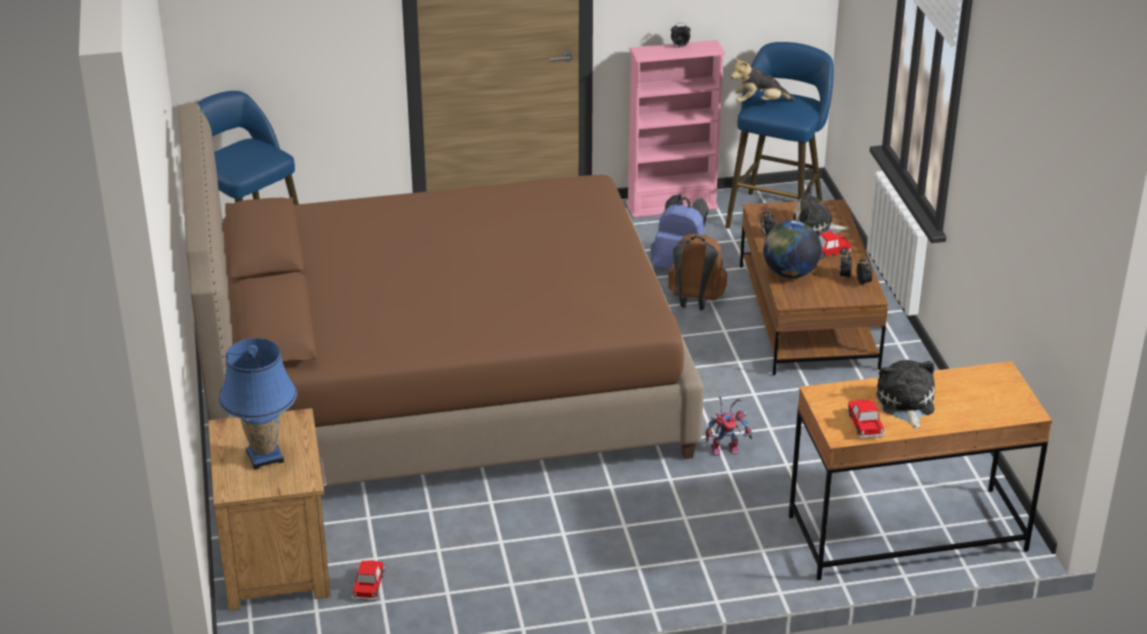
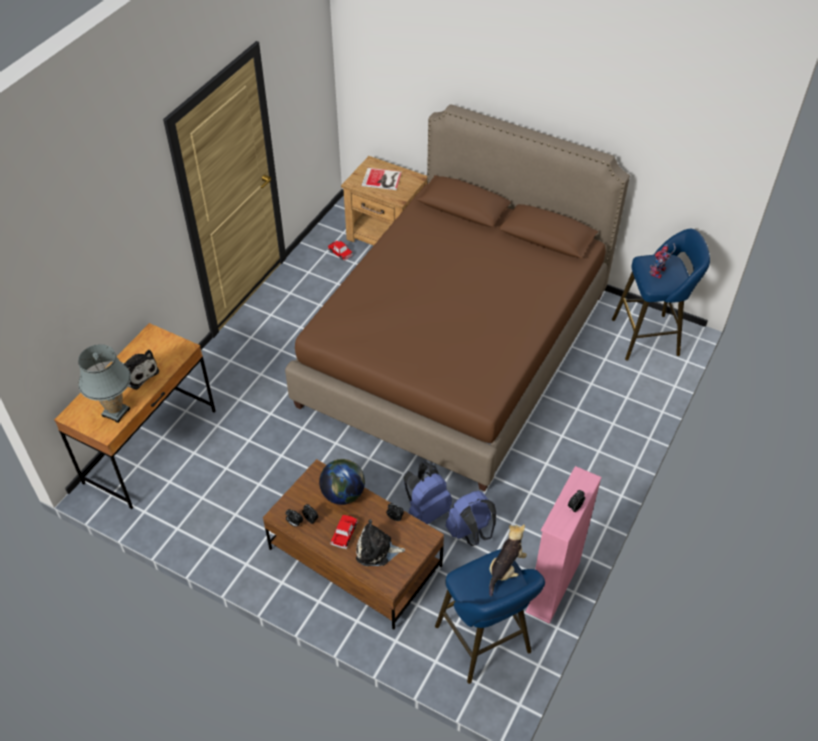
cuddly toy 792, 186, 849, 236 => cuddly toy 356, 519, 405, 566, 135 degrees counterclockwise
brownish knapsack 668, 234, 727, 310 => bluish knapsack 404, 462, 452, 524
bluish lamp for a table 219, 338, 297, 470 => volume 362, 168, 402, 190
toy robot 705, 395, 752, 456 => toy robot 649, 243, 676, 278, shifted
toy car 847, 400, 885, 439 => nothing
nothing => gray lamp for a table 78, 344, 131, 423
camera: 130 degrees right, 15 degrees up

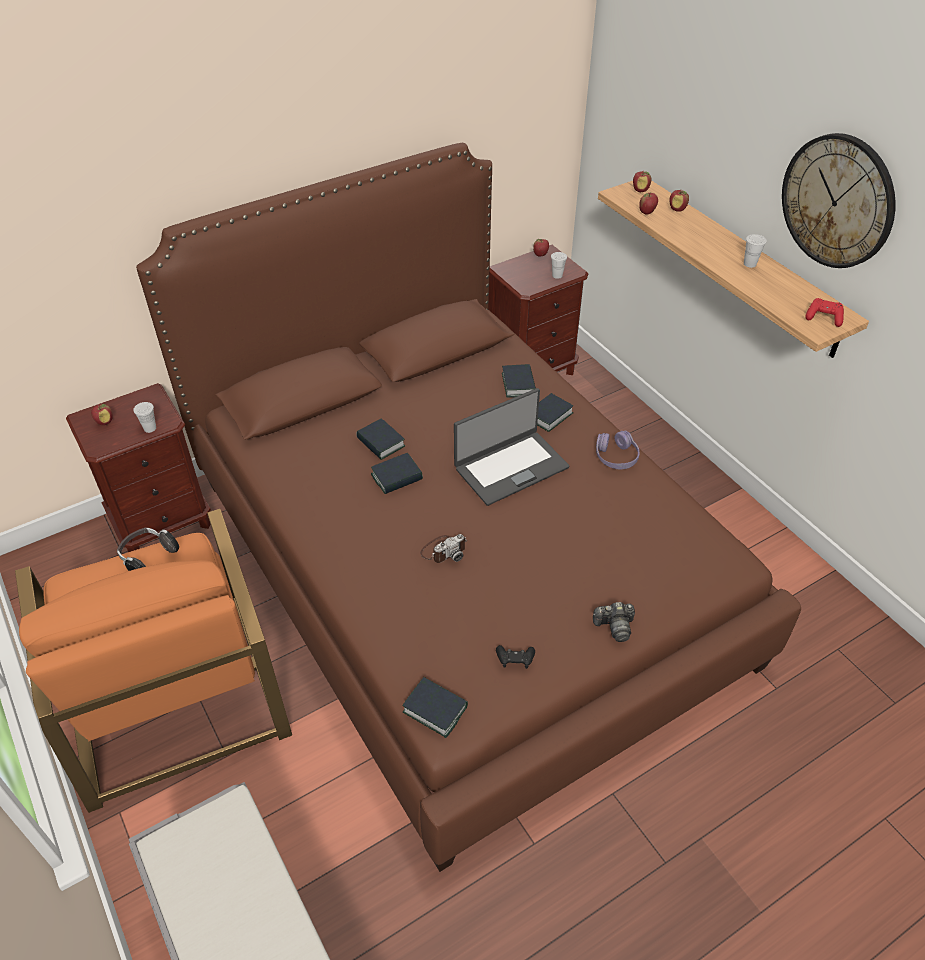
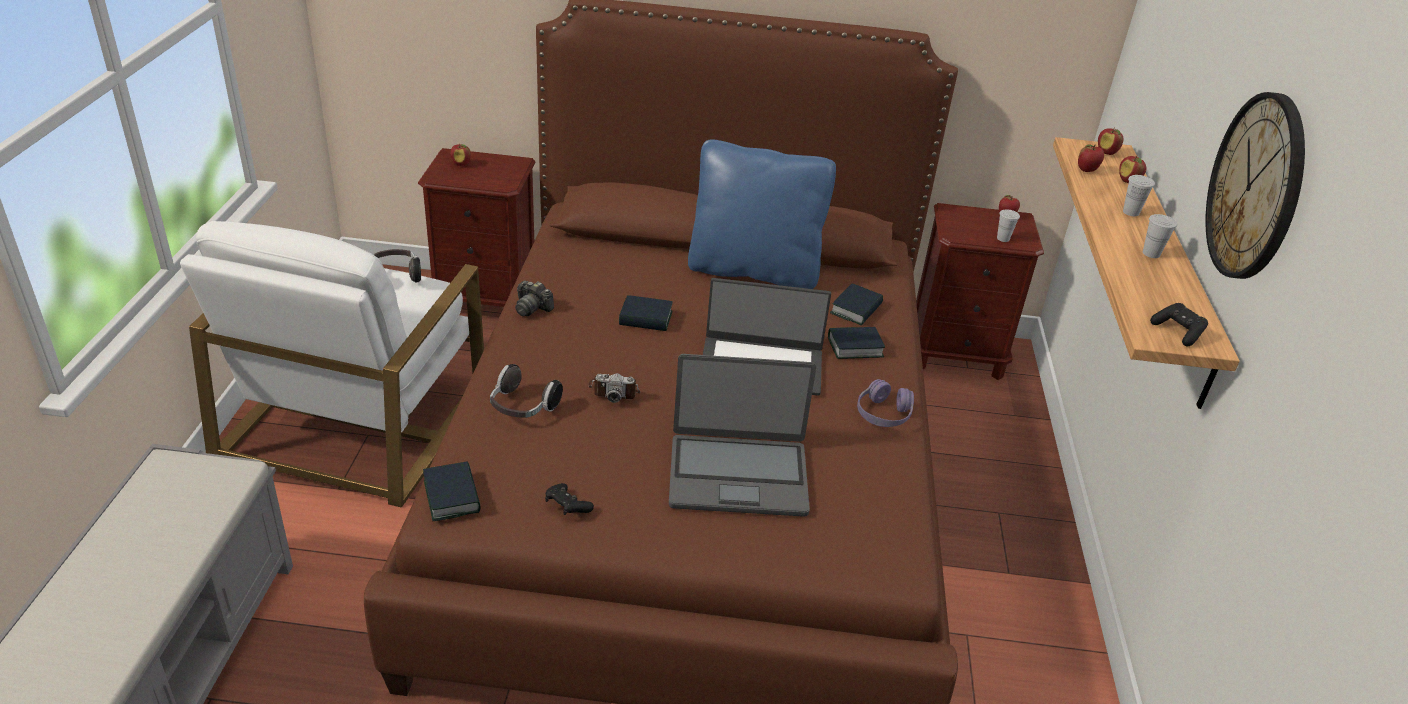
red game controller 805, 298, 844, 327 => black game controller 1150, 303, 1208, 346
white drinking cup 133, 402, 156, 433 => white drinking cup 1123, 175, 1155, 216, shifted
volume 356, 419, 405, 460 => nothing
orange-coloured lounge chair 15, 509, 292, 813 => white lounge chair 180, 221, 484, 508
still camera 593, 602, 635, 642 => still camera 515, 281, 554, 316, shifted
nothing => bluish throw pillow 688, 139, 836, 289
nothing => laptop 669, 354, 816, 517
nothing => headset 490, 364, 563, 418
camera: 35 degrees right, 10 degrees down

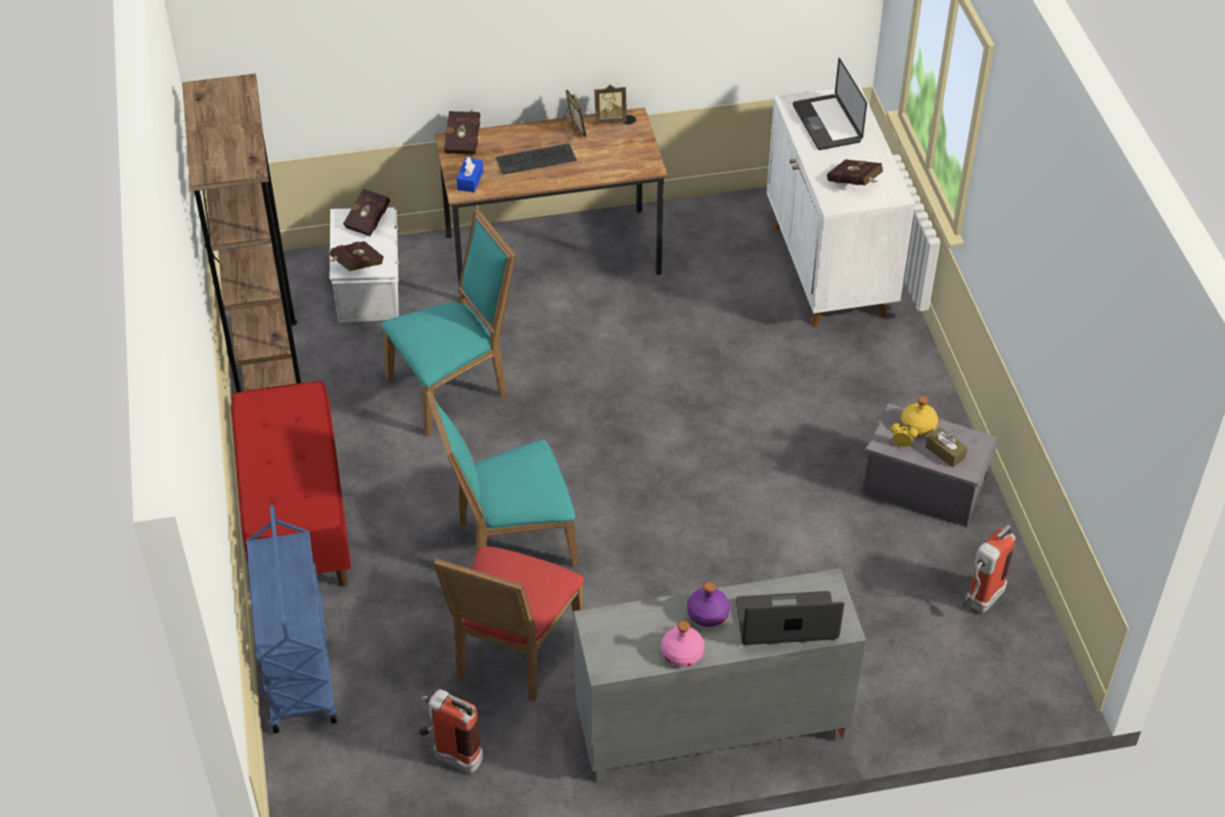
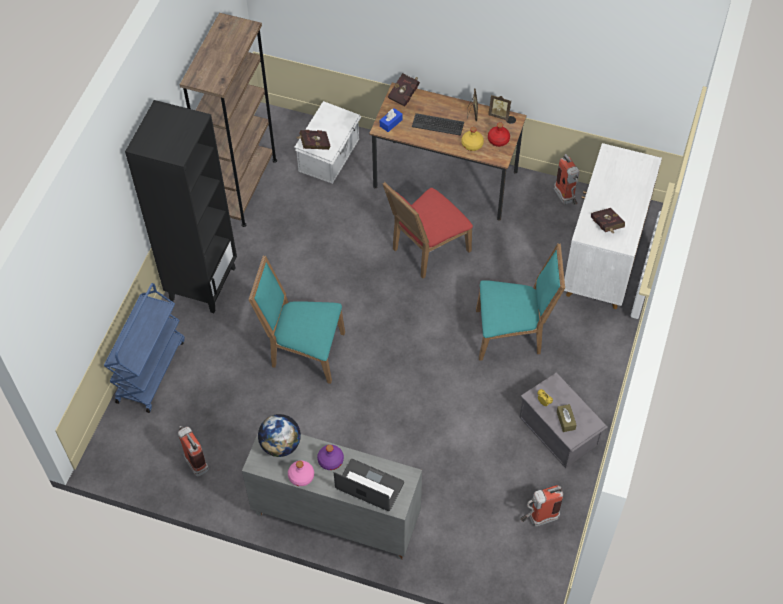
laptop 793, 58, 867, 150 => nothing
red volume 343, 189, 390, 236 => nothing
turquoise chair 382, 209, 516, 436 => turquoise chair 476, 243, 565, 361, shifted
red indoor bench 231, 381, 351, 586 => black bookcase 125, 100, 237, 313
yellow drink bottle 901, 396, 938, 436 => yellow drink bottle 461, 127, 484, 151, shifted
red chair 433, 546, 584, 702 => red chair 382, 182, 473, 279, shifted
nothing => red drink bottle 488, 122, 510, 147
nothing => extinguisher 554, 154, 579, 205
nothing => globe 258, 414, 301, 457
camera: 30 degrees right, 10 degrees up

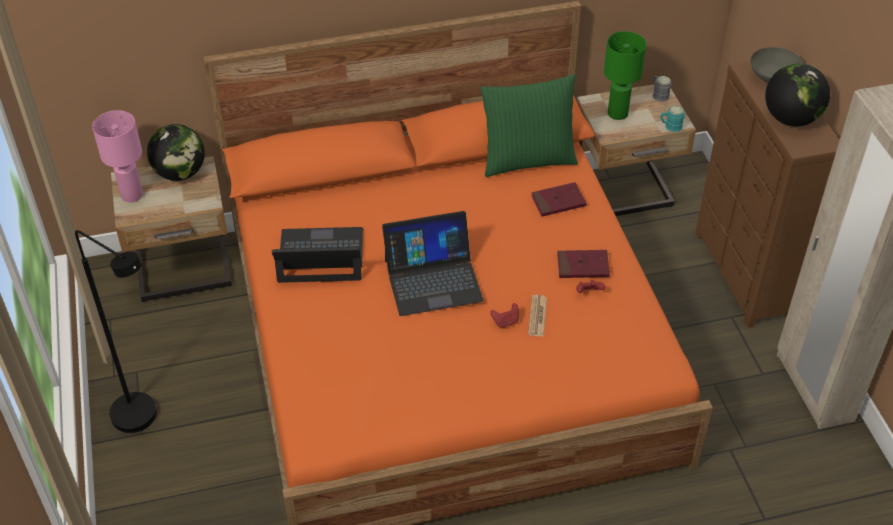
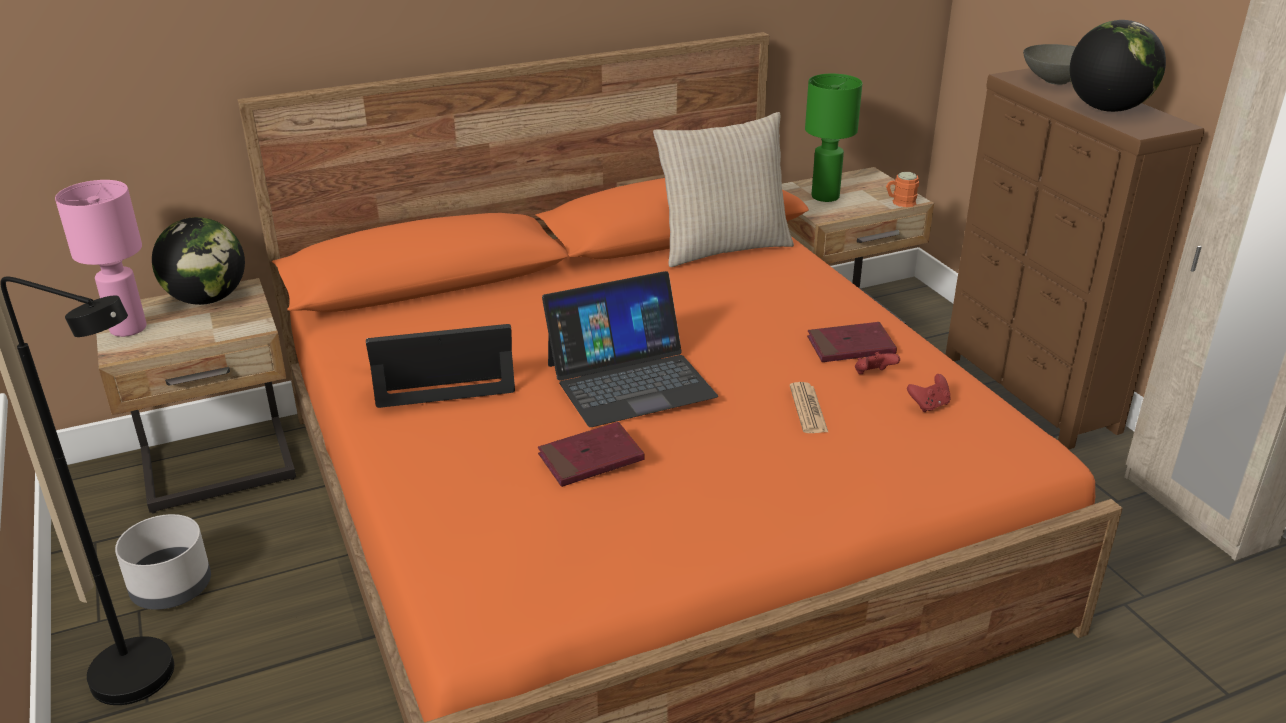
green throw pillow 480, 74, 578, 177 => beige-coloured throw pillow 653, 112, 794, 267
gray mug 653, 75, 671, 102 => nothing
turquoise mug 660, 106, 685, 132 => orange-coloured mug 886, 172, 919, 207
red volume 531, 182, 587, 217 => red volume 538, 422, 645, 487, shifted
red game controller 490, 303, 519, 328 => red game controller 907, 374, 951, 412, shifted
nothing => gray planter 115, 514, 211, 610
camera: 10 degrees left, 15 degrees down

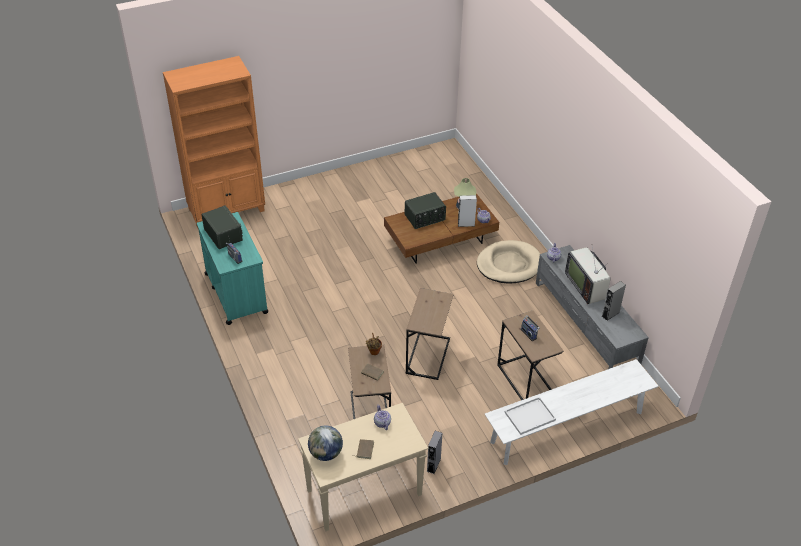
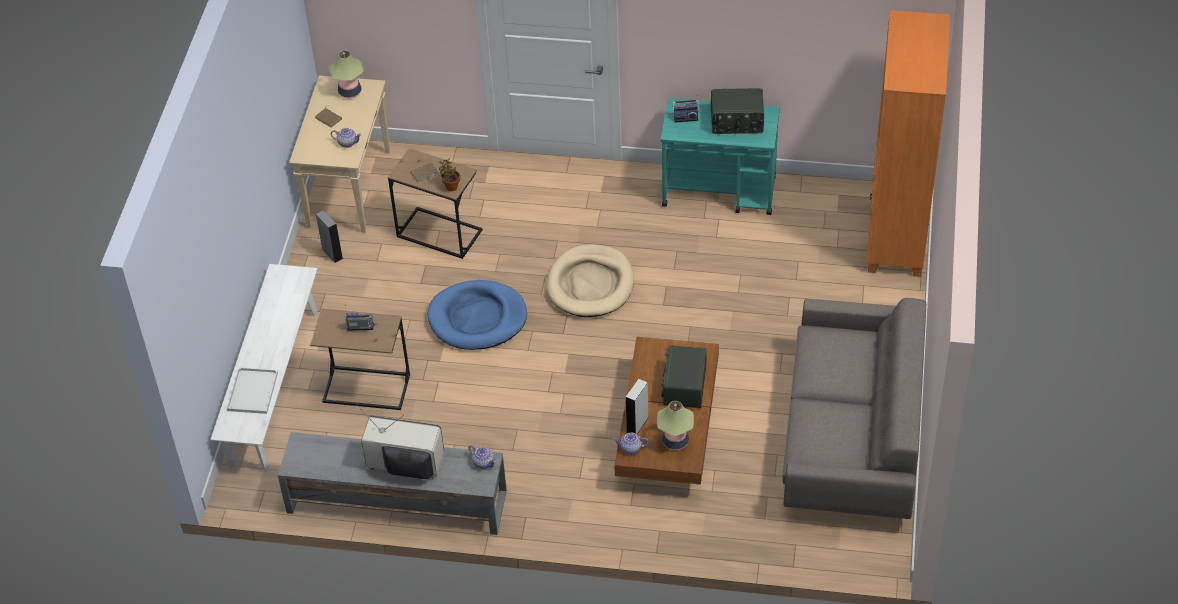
beige-coloured pet bed 477, 240, 540, 284 => beige-coloured pet bed 546, 244, 634, 317, shifted
gray speaker 601, 281, 626, 321 => nothing
brownish end table 406, 288, 454, 380 => bluish pet bed 427, 280, 527, 350
white tray 504, 397, 556, 435 => white tray 227, 367, 278, 414, shifted
globe 308, 425, 343, 461 => lamp for a table 329, 50, 364, 98
nothing => gray sofa 782, 298, 926, 519
camera: 125 degrees right, 5 degrees up

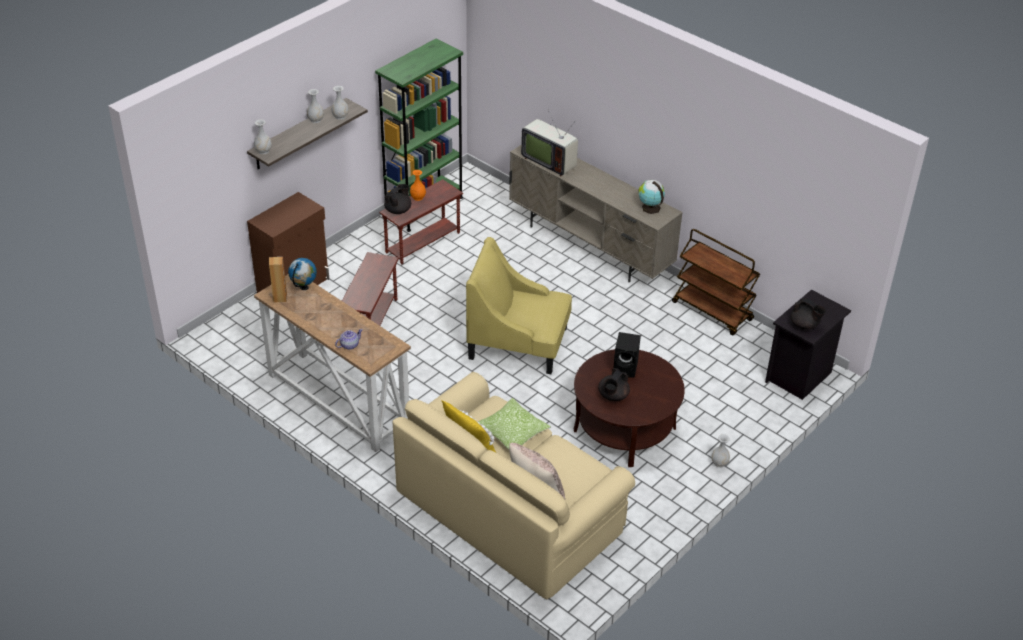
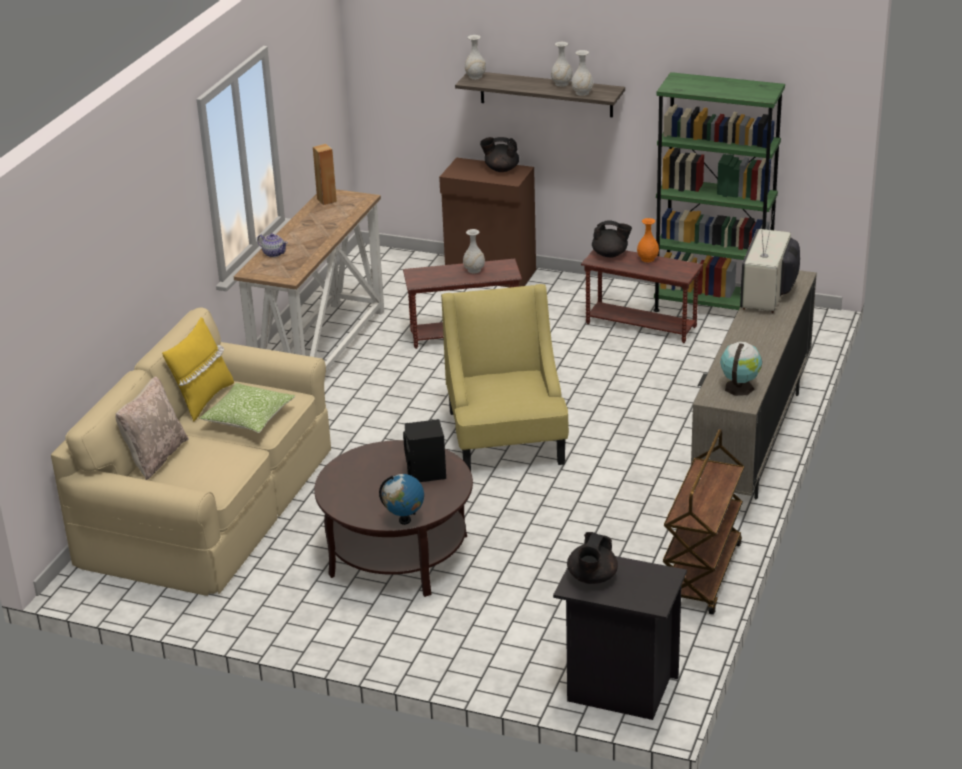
globe 288, 258, 317, 290 => globe 379, 474, 424, 525, shifted
black tea pot 598, 368, 630, 401 => black tea pot 480, 137, 519, 172, shifted
white flower vase 711, 434, 730, 467 => white flower vase 463, 229, 485, 273, shifted
camera: 70 degrees right, 10 degrees down

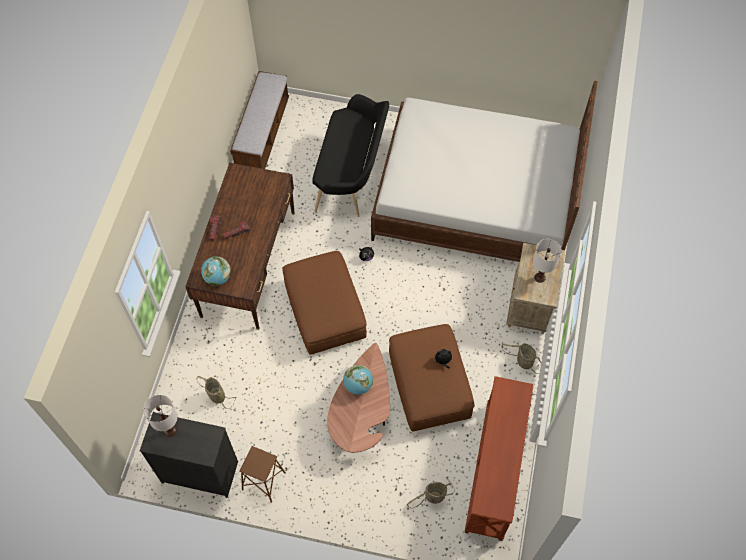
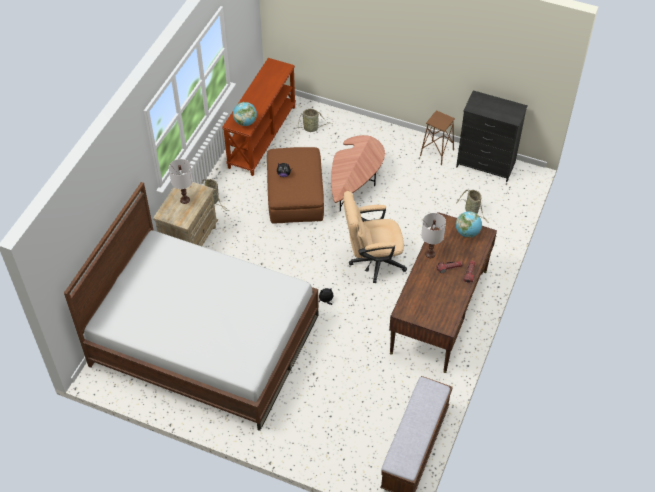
black indoor bench 312, 94, 389, 217 => nothing
brownish footrest 282, 251, 367, 355 => beige-coloured computer chair 343, 191, 407, 283
globe 343, 365, 373, 395 => globe 233, 102, 257, 126, shifted
white lamp for a table 144, 395, 178, 437 => white lamp for a table 421, 213, 446, 258, shifted
camera: 170 degrees left, 10 degrees down

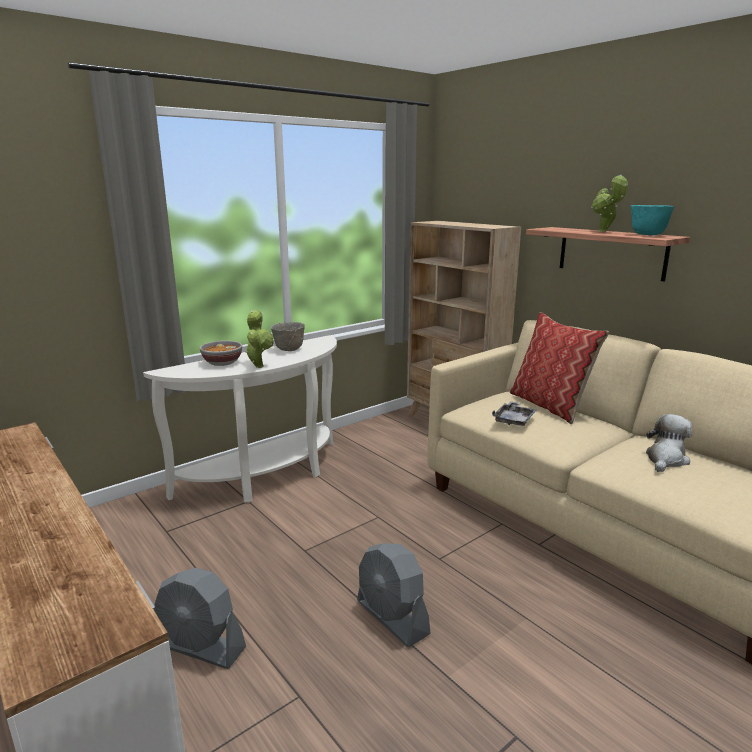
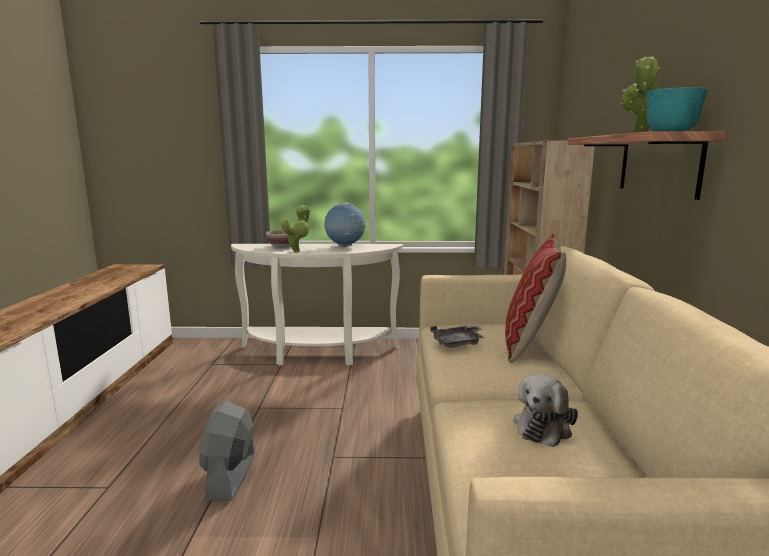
gray deep dish 271, 322, 305, 351 => globe 324, 202, 366, 247
cuddly toy 646, 414, 692, 472 => cuddly toy 513, 374, 578, 447, 135 degrees clockwise
gray cooling fan 154, 568, 246, 669 => nothing
camera: 40 degrees right, 5 degrees down

